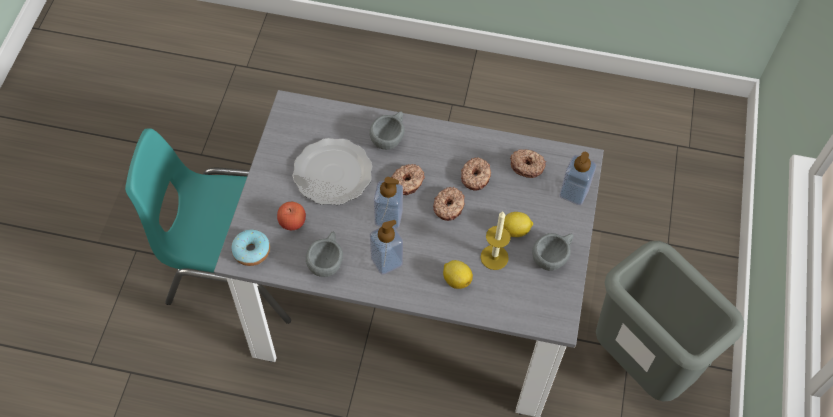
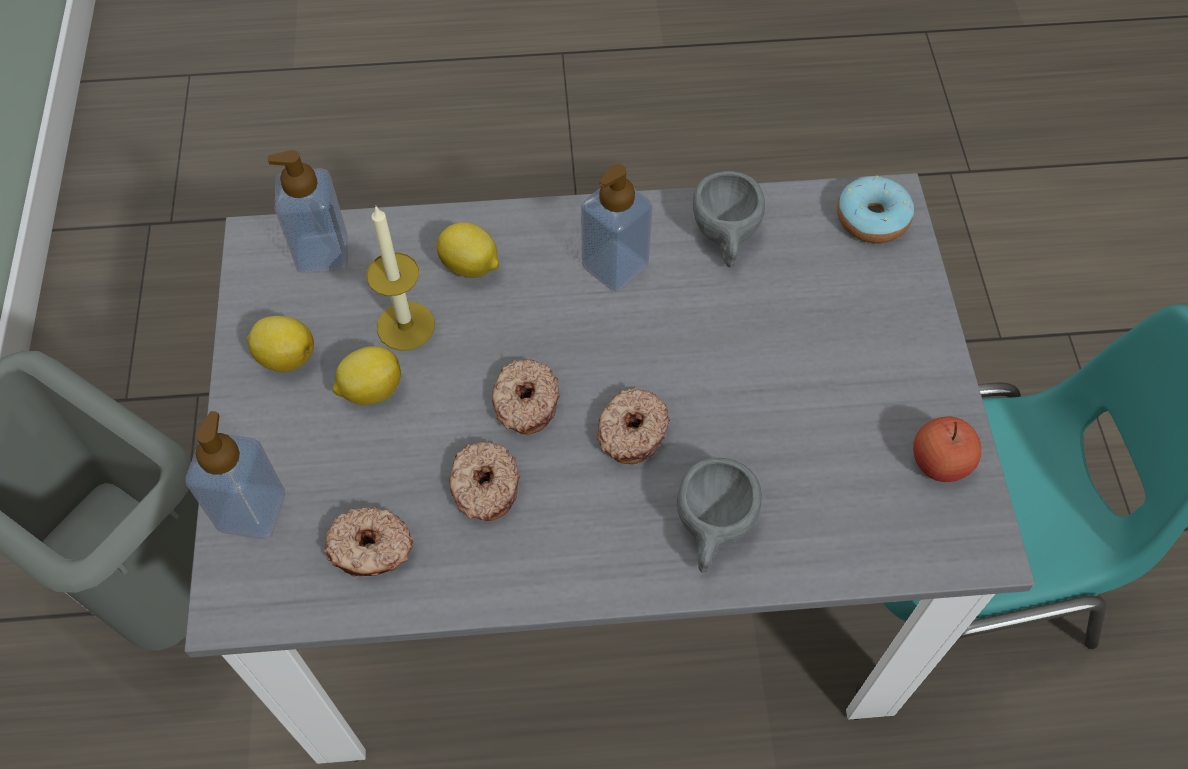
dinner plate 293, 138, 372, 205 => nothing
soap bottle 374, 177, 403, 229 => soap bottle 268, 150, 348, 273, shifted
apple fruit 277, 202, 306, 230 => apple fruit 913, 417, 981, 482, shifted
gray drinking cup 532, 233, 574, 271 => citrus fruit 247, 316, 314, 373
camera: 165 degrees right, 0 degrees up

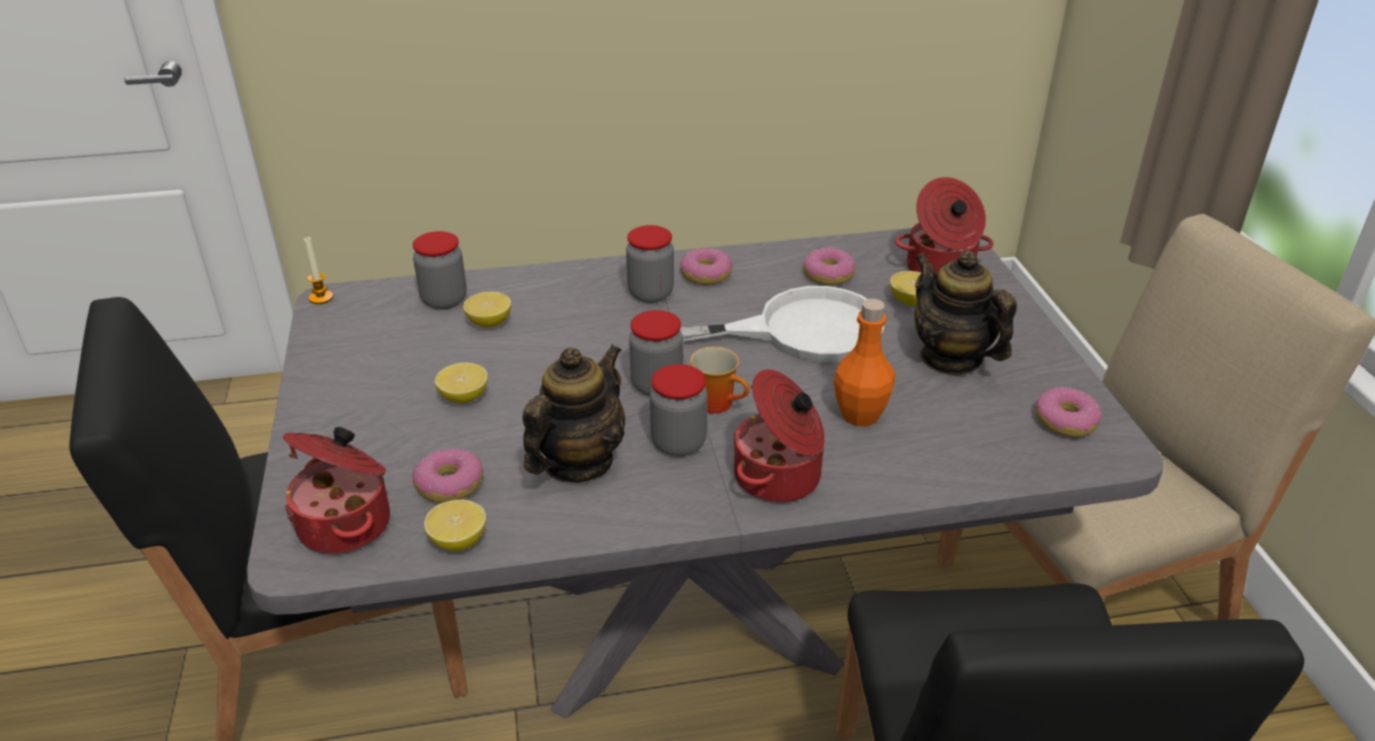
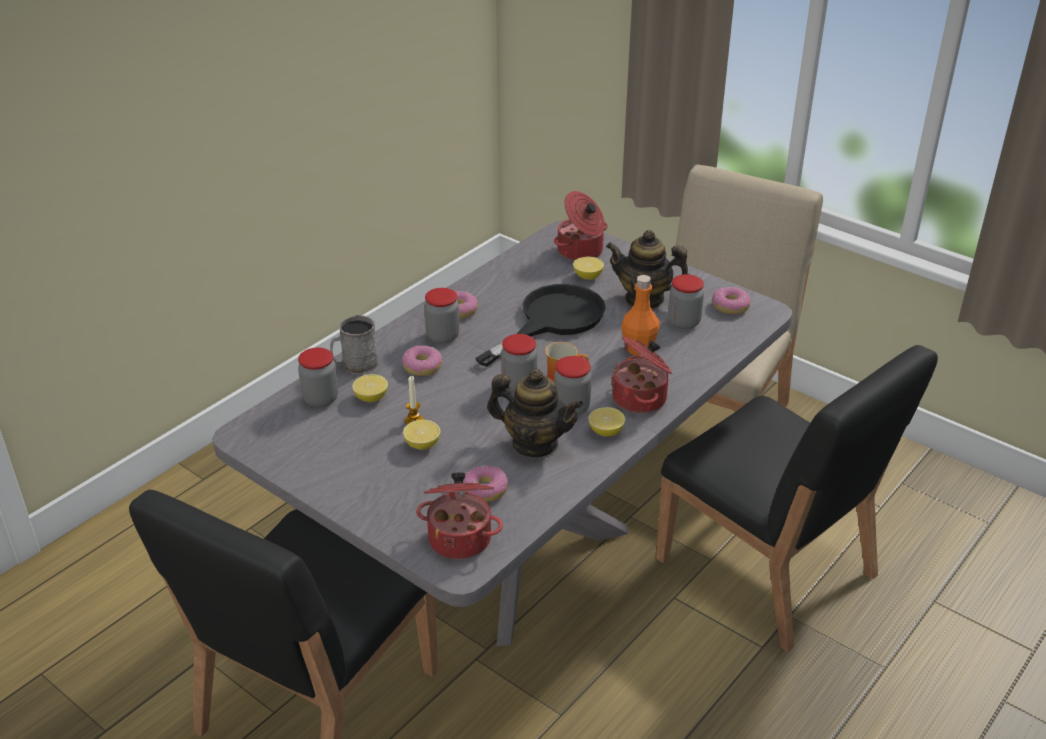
wax light 304, 237, 333, 304 => wax light 405, 376, 424, 425, shifted
ring doughnut 803, 247, 856, 286 => ring doughnut 402, 345, 443, 376, shifted
white frying pan 680, 286, 884, 362 => black frying pan 475, 284, 606, 367
tea pot 522, 345, 625, 483 => tea pot 487, 369, 584, 457, 120 degrees clockwise
citrus fruit 424, 499, 486, 552 => citrus fruit 588, 407, 625, 437, shifted
nothing => jar 668, 274, 704, 329
nothing => gray mug 330, 315, 378, 374
camera: 40 degrees left, 0 degrees up

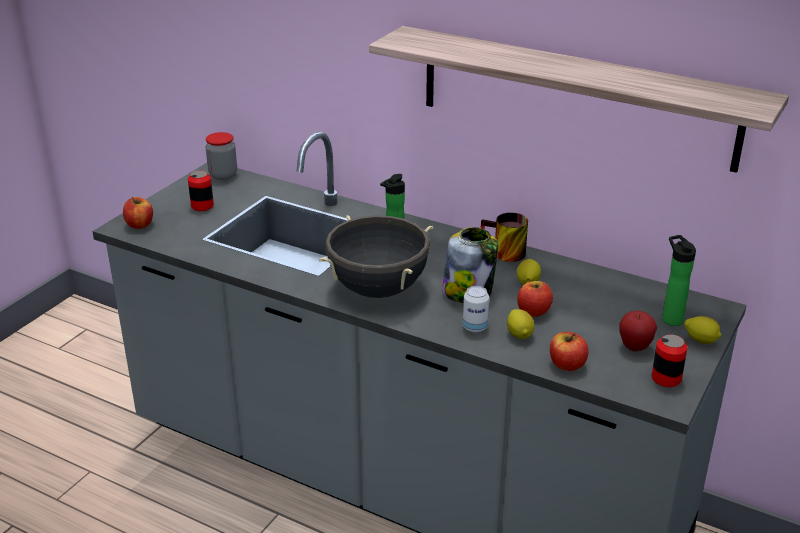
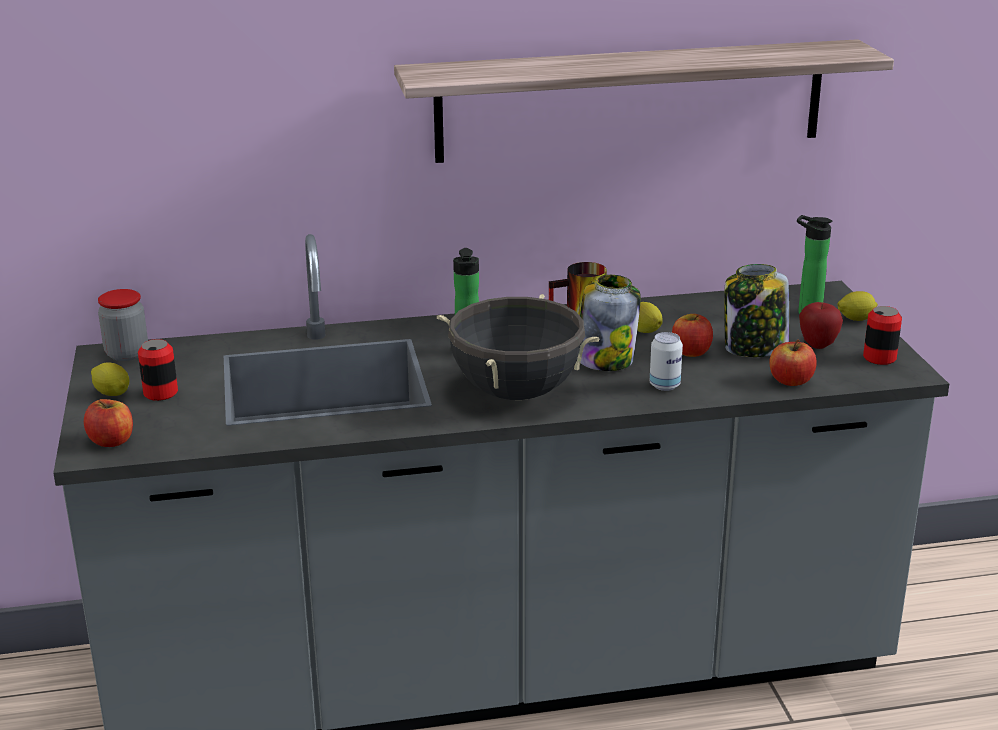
citrus fruit 507, 309, 534, 339 => citrus fruit 91, 363, 129, 396, shifted
nothing => jar 724, 264, 789, 357
camera: 40 degrees left, 5 degrees down

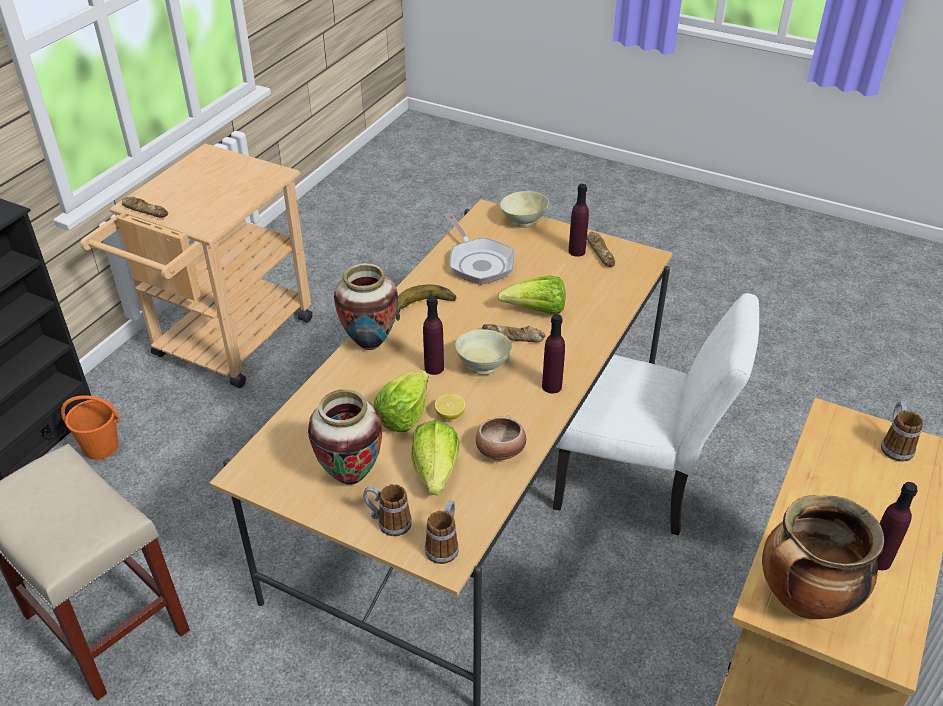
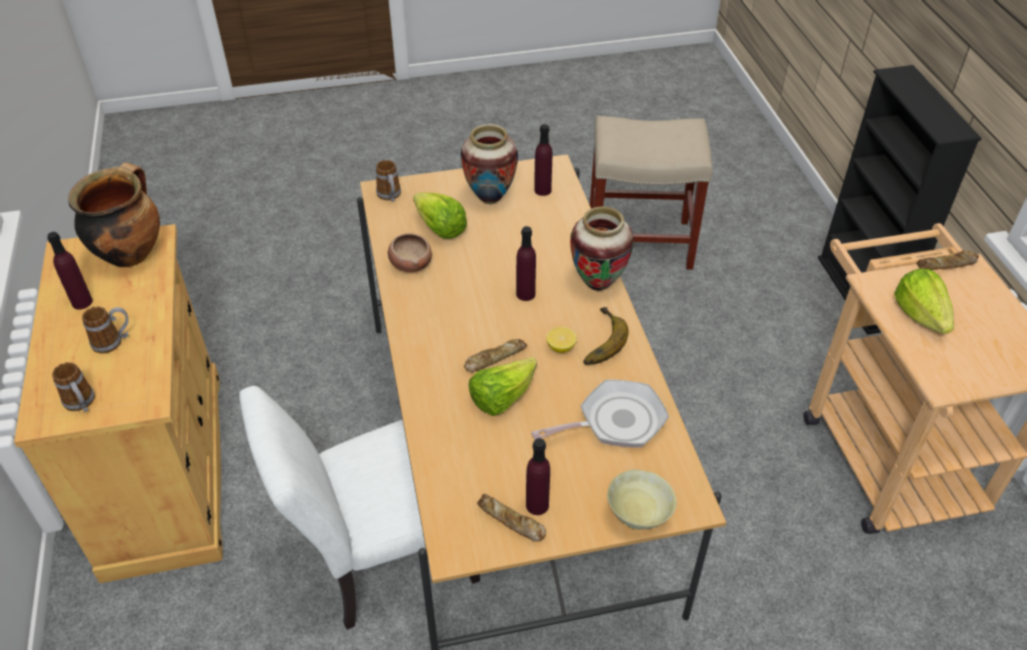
frying pan 444, 213, 515, 285 => frying pan 531, 380, 669, 448, 135 degrees clockwise
purplish drink bottle 542, 314, 565, 394 => purplish drink bottle 534, 124, 552, 196, shifted
beige-coloured deep dish 455, 329, 512, 375 => nothing
lettuce 374, 370, 429, 432 => lettuce 894, 269, 954, 334, shifted
citrus fruit 435, 394, 466, 420 => citrus fruit 546, 327, 577, 353, shifted
orange-coloured pail 61, 395, 120, 460 => nothing
mug 363, 484, 412, 536 => mug 82, 306, 129, 354, shifted
camera: 140 degrees right, 5 degrees up

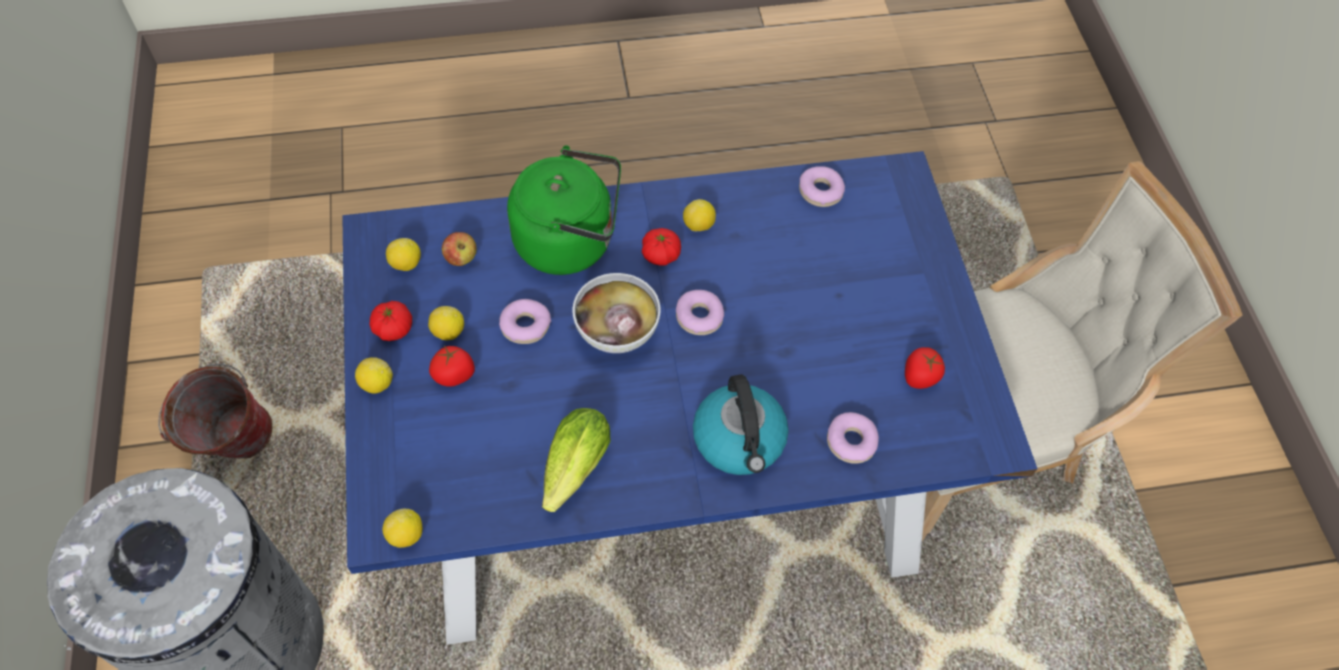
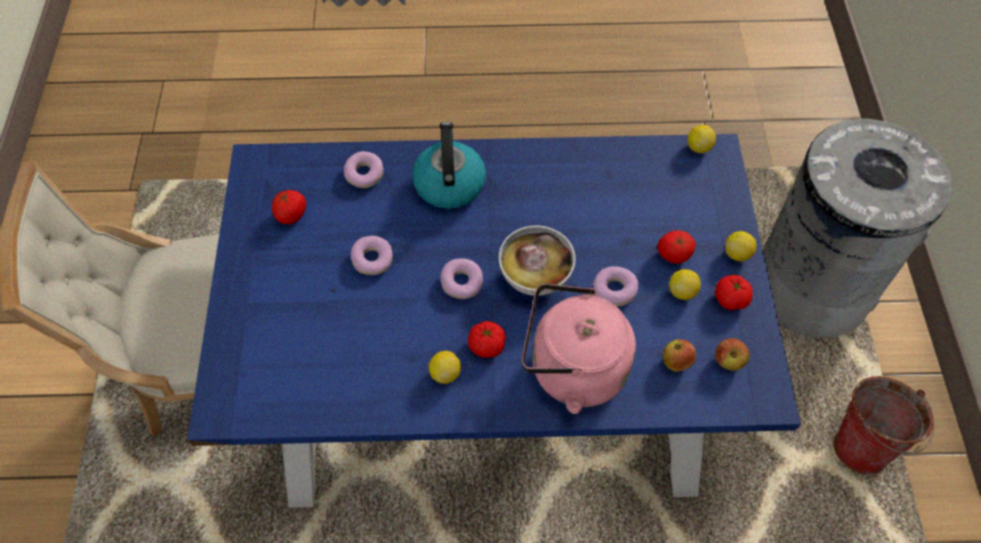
green water kettle 507, 145, 621, 275 => pink water kettle 522, 283, 636, 414
ring doughnut 799, 166, 845, 207 => ring doughnut 351, 236, 393, 275, shifted
citrus fruit 386, 238, 421, 271 => apple fruit 715, 338, 750, 371
lettuce 542, 408, 610, 512 => nothing
camera: 170 degrees left, 0 degrees up

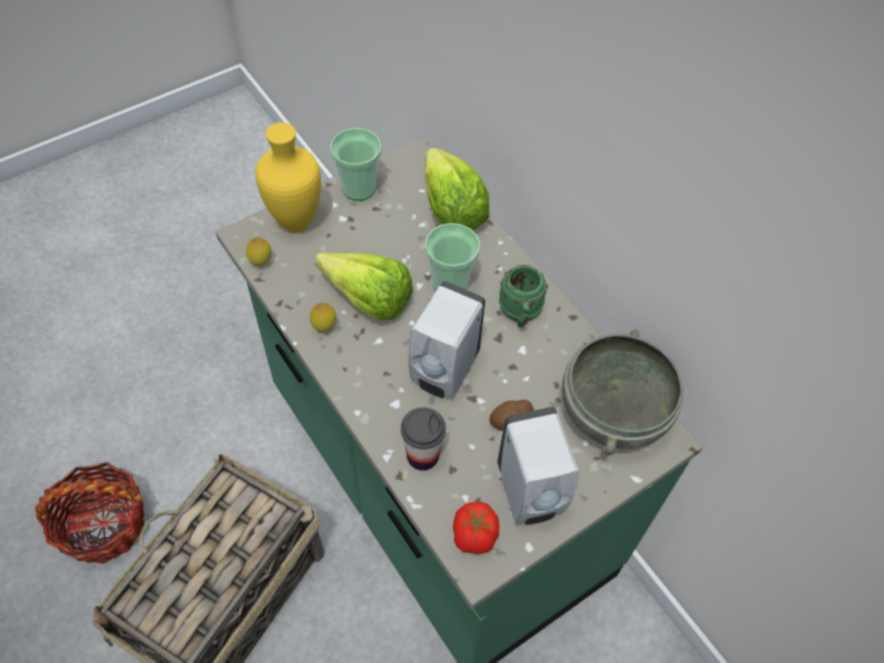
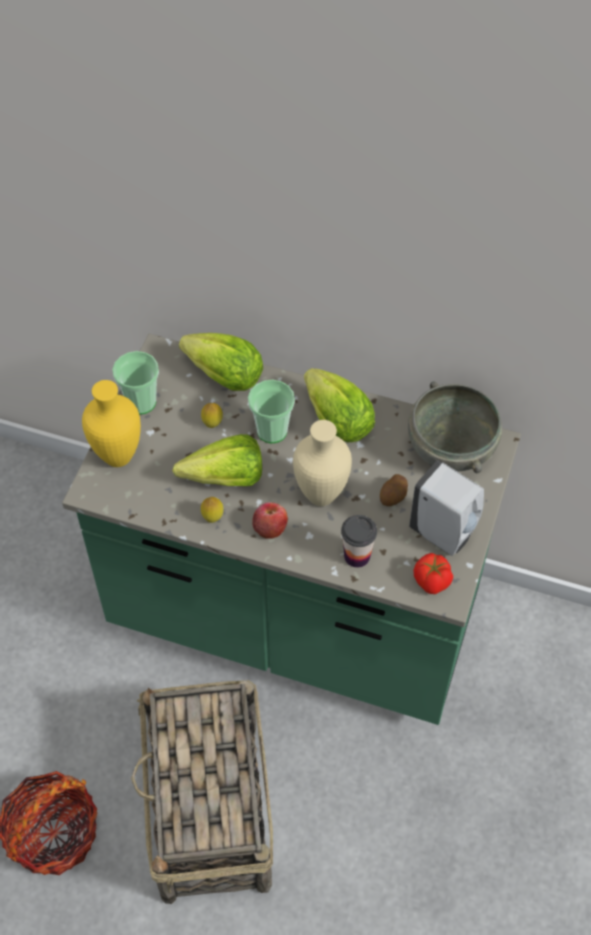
citrus fruit 246, 237, 271, 266 => citrus fruit 201, 403, 223, 428, shifted
green mug 499, 265, 548, 327 => lettuce 304, 368, 375, 442
white soap bottle 409, 281, 485, 399 => beige-coloured flower vase 293, 420, 352, 506
nothing => apple fruit 252, 502, 288, 539
camera: 35 degrees left, 0 degrees up

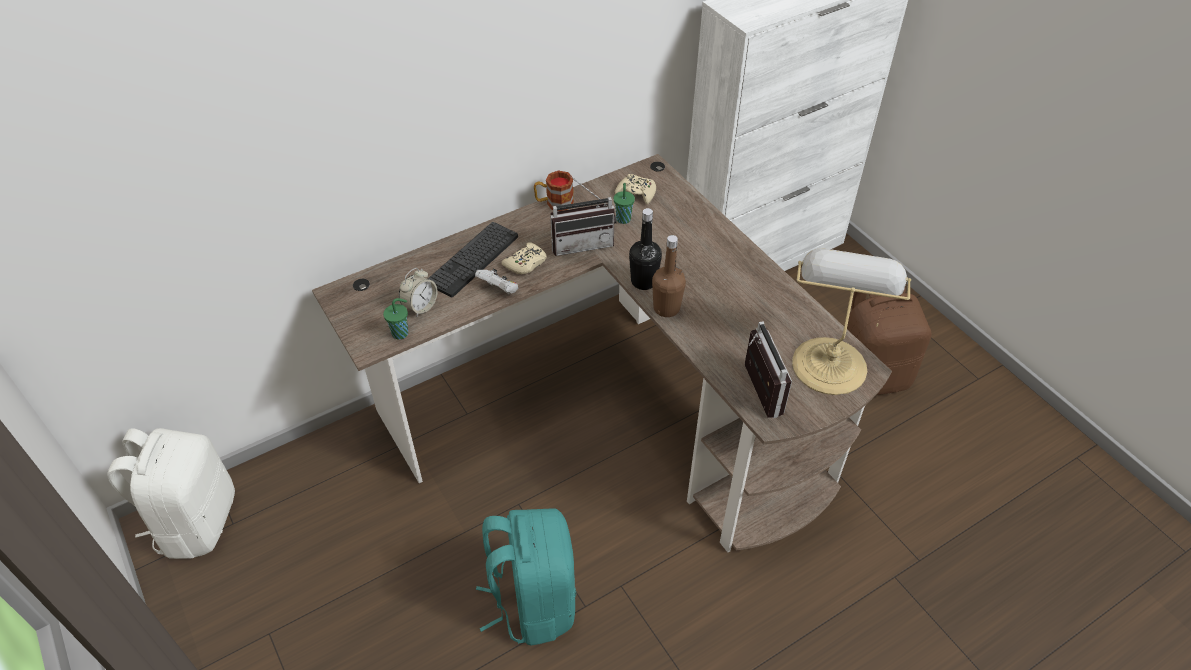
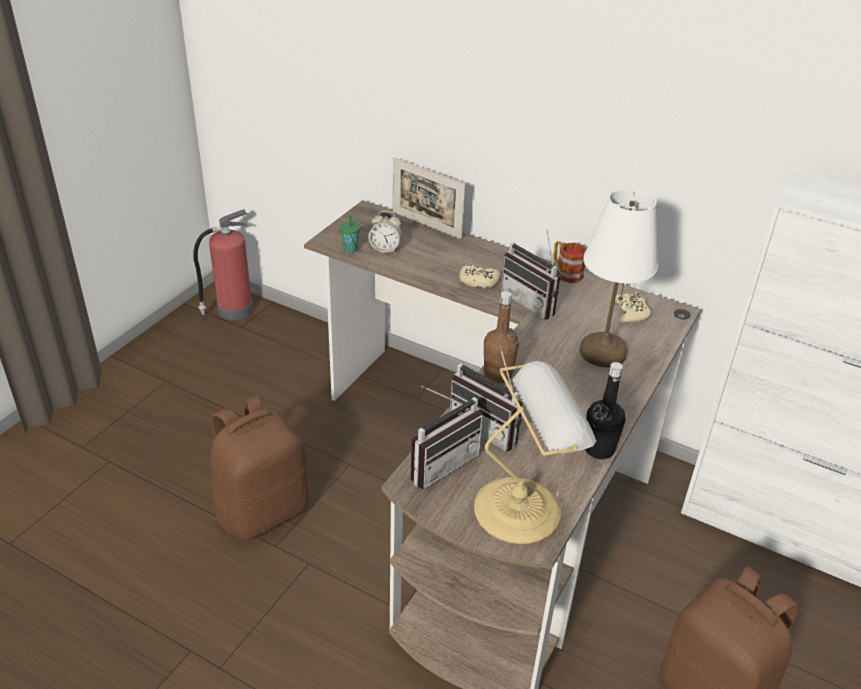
green drinking cup 614, 183, 635, 224 => nothing
black drink bottle 629, 208, 662, 290 => black drink bottle 585, 362, 626, 459, shifted
computer keyboard 428, 222, 518, 297 => nothing
white game controller 475, 268, 518, 294 => nothing
white knapsack 107, 428, 235, 559 => extinguisher 193, 209, 253, 320
turquoise knapsack 476, 508, 576, 645 => brownish knapsack 211, 395, 309, 541
nothing => photo frame 393, 157, 465, 239
nothing => white lamp for a table 580, 188, 658, 368
nothing => radio receiver 449, 346, 523, 452
camera: 60 degrees right, 10 degrees down

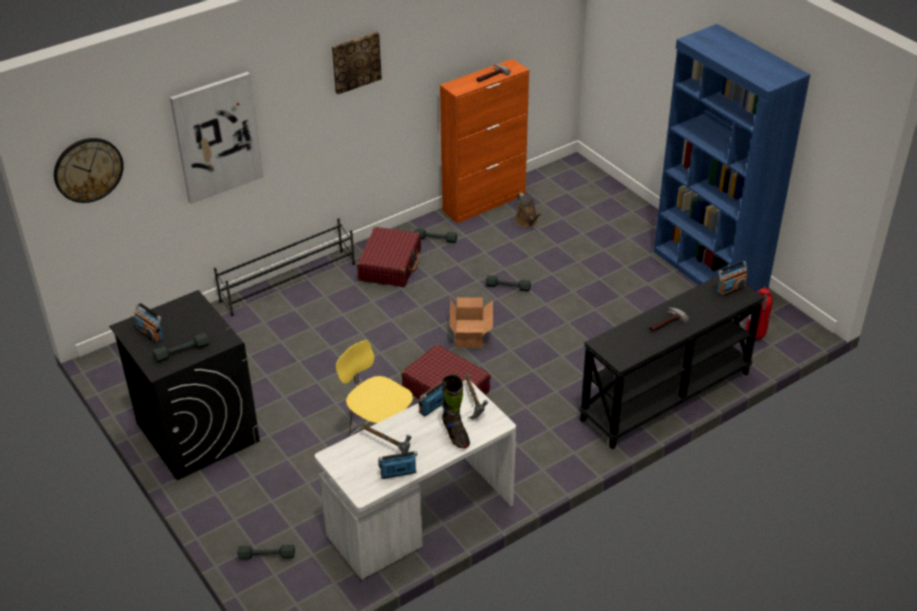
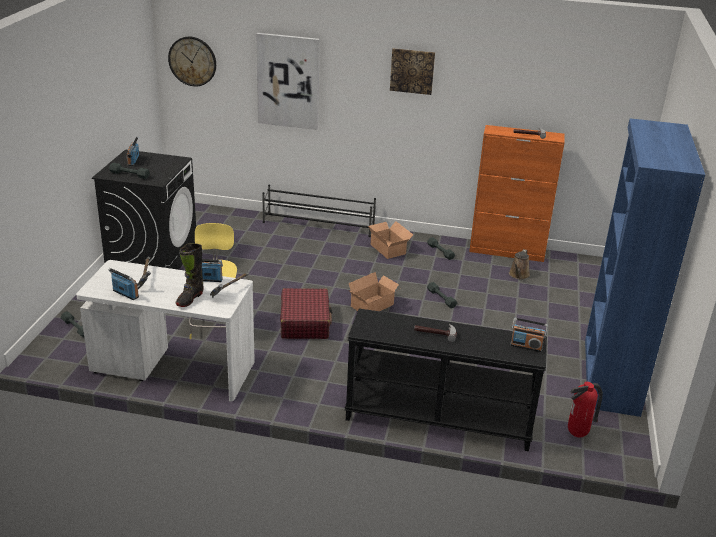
red piece of luggage 357, 227, 421, 287 => cardboard box 368, 221, 413, 259
camera: 45 degrees right, 10 degrees down

